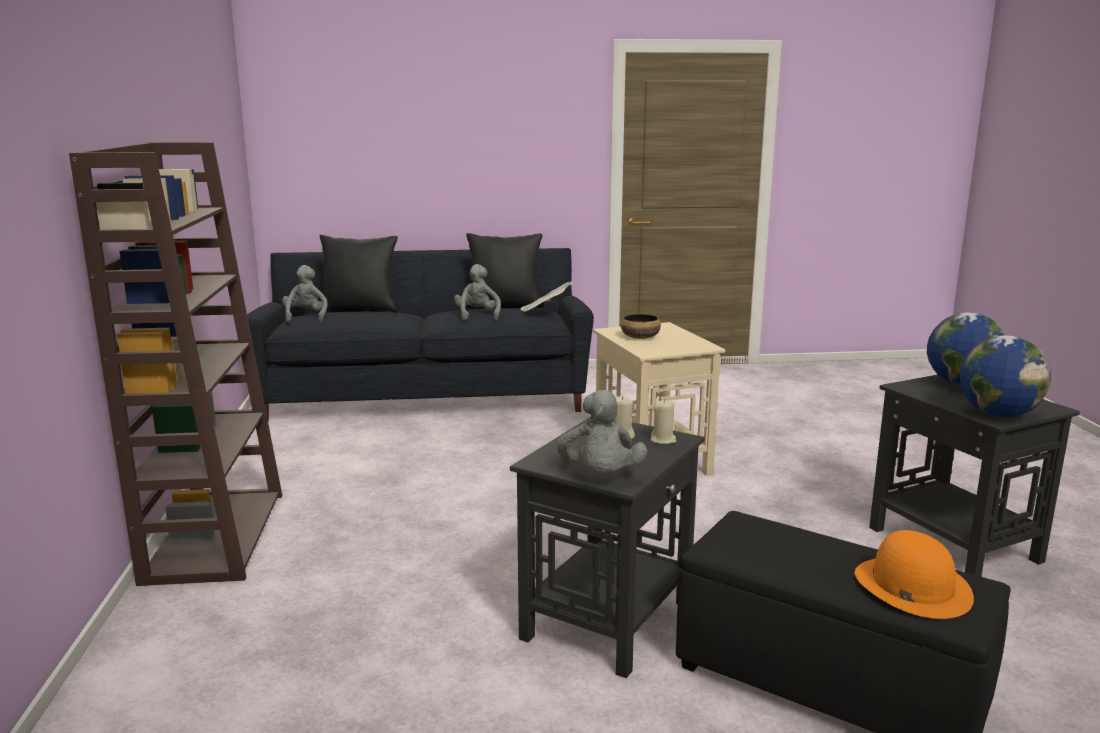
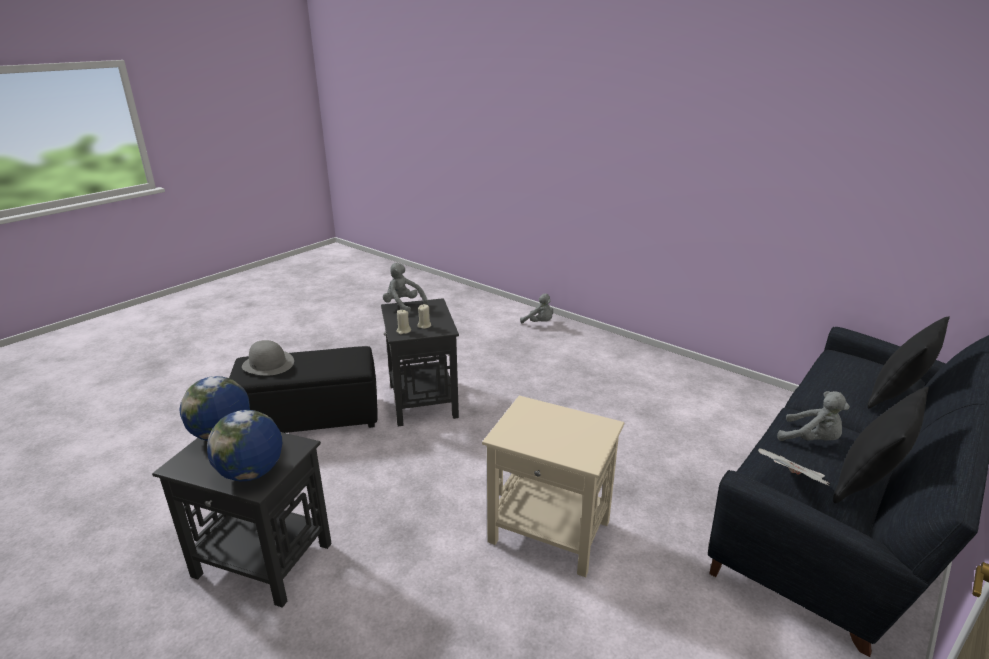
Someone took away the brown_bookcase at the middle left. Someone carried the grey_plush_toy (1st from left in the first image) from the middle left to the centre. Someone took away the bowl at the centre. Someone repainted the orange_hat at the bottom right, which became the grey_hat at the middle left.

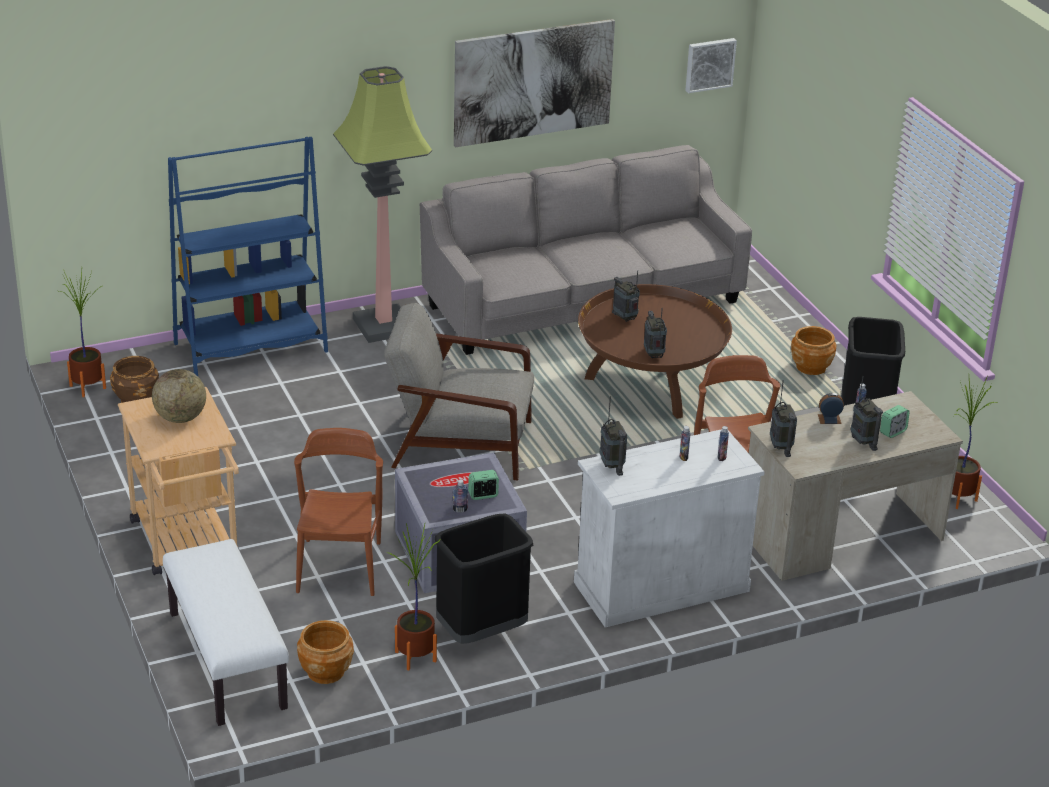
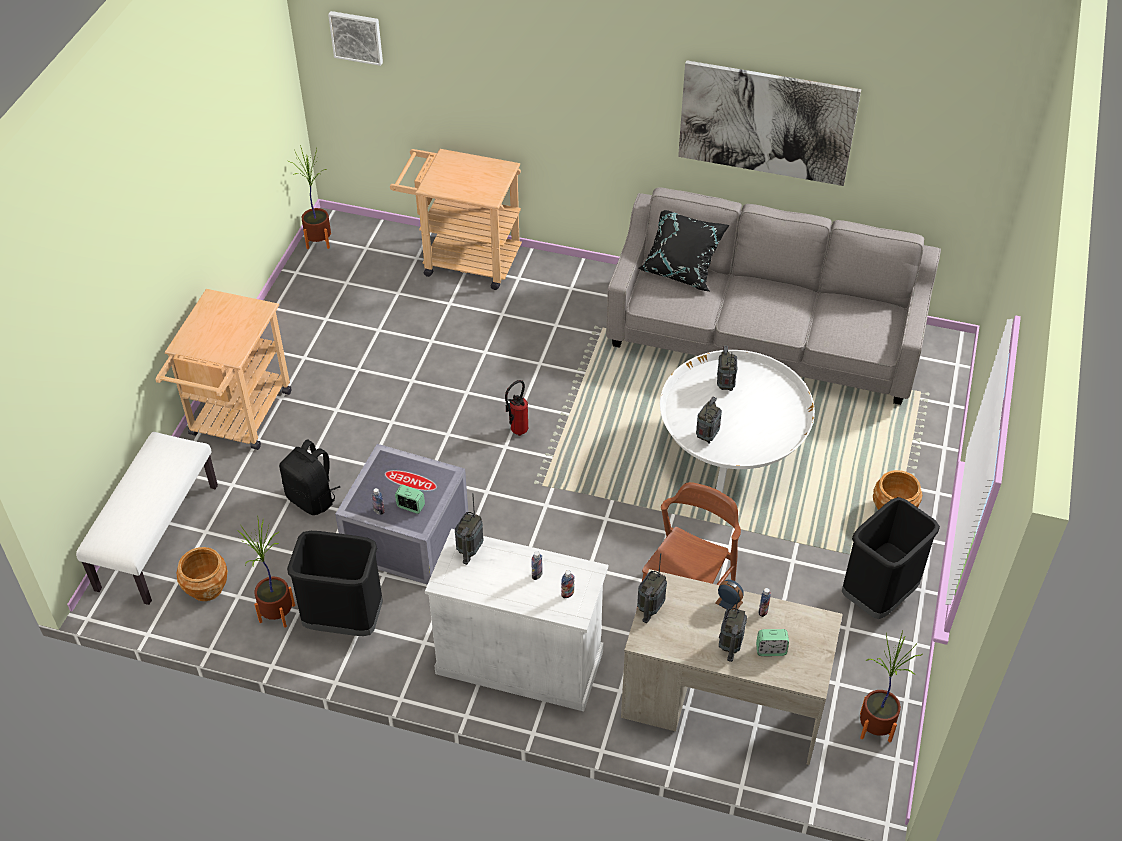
Someone took away the brown_planter (1st from left) at the middle left. Someone took away the globe at the middle left. Someone swapped the blue_bookcase at the top left for the beige_cart (2nd from left) at the top centre. Someone swapped the brown_chair (1st from left) at the middle left for the black_backpack at the middle left. Someone took away the floor_lamp at the top centre. Someone swapped the grey_armchair at the centre for the fire_extinguisher at the centre. Someone repainted the brown_coffee_table at the centre, which became the white_coffee_table at the centre. Someone carried the picture (2nd from left in the first image) from the top right to the top left. Someone put down the black_pillow at the top centre.

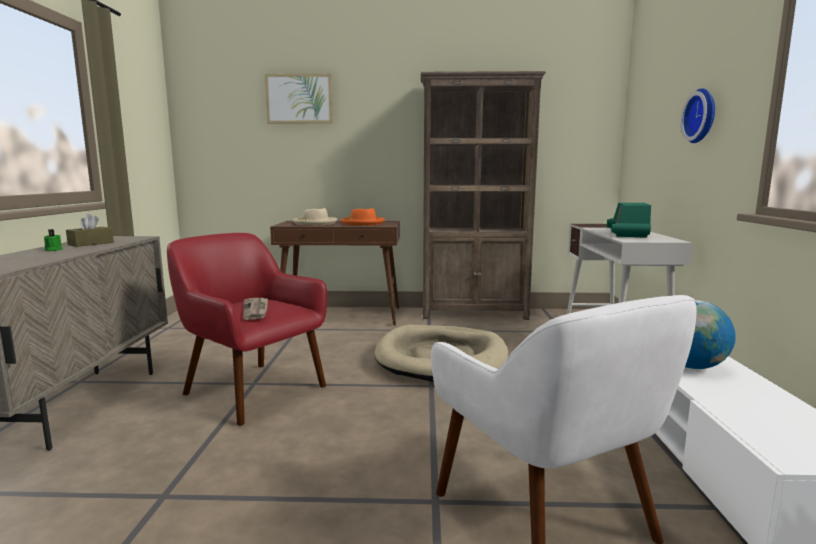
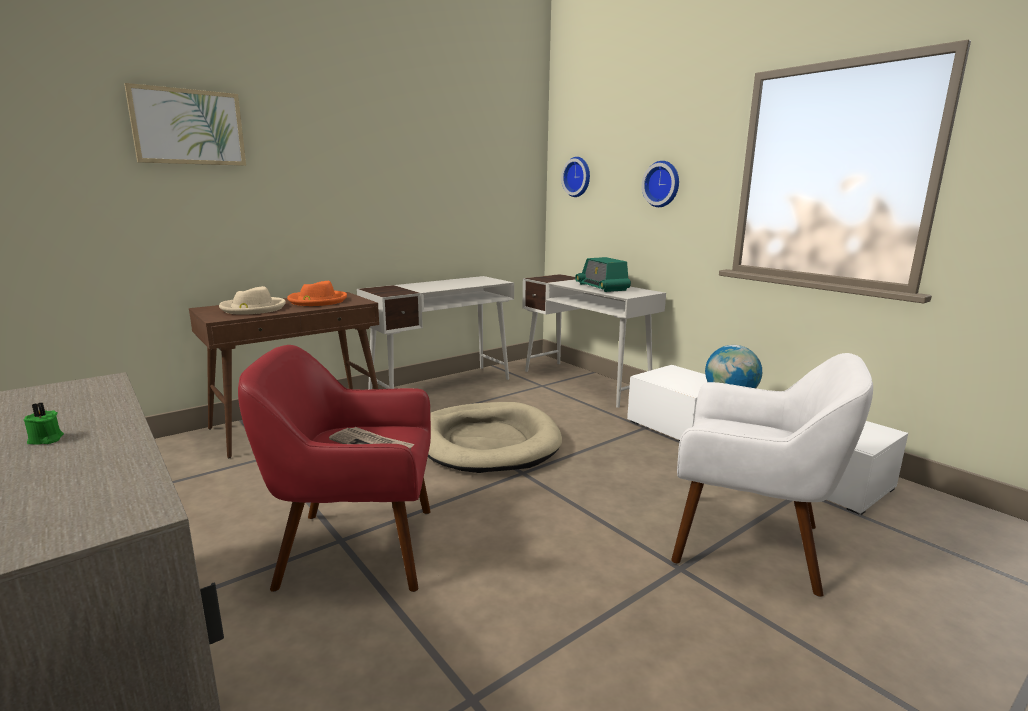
Someone took away the brown_tissue_box at the middle left. Someone swapped the brown_bookcase at the centre for the white_desk (1st from left) at the centre. Someone put up the wall_clock (1st from left) at the top centre.

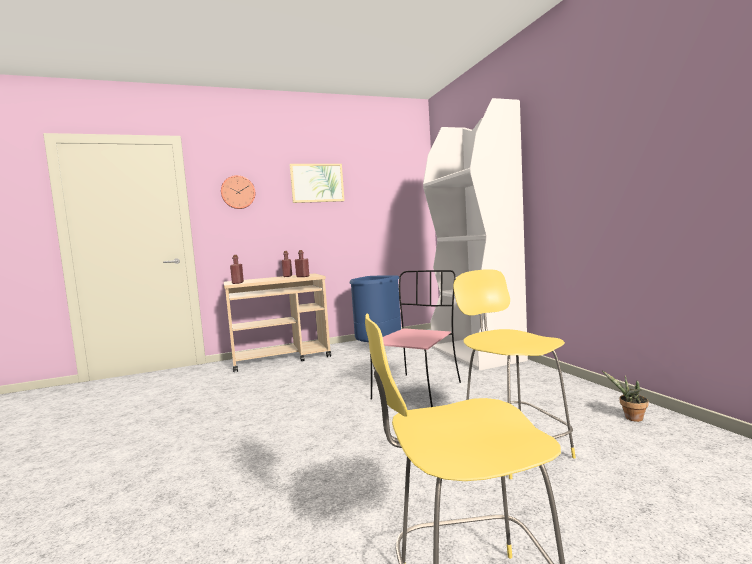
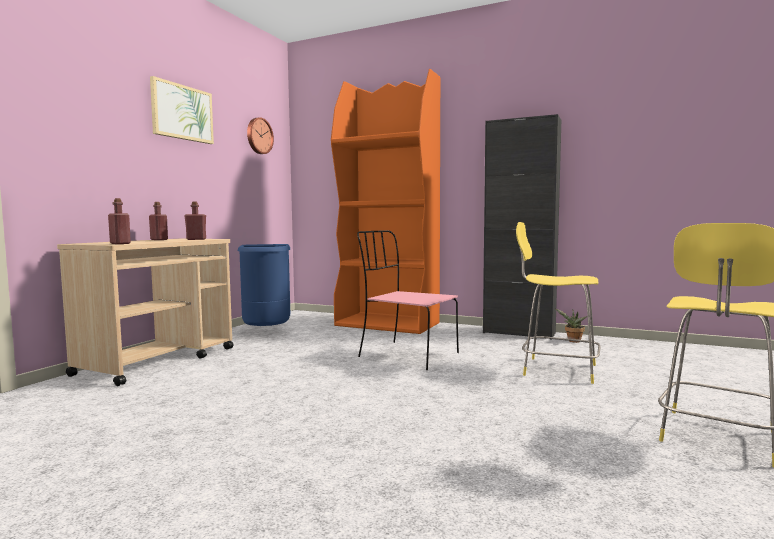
Someone carried the wall_clock from the middle left to the top centre. Someone rotated the pink_chair at the centre by 45 degrees counterclockwise. Someone repainted the white_bookcase at the centre, which became the orange_bookcase at the centre. Someone put down the black_cabinet at the middle right.

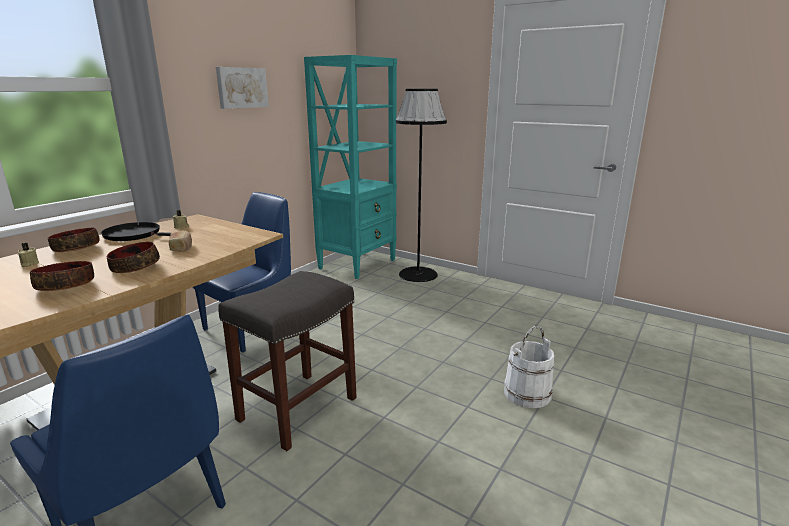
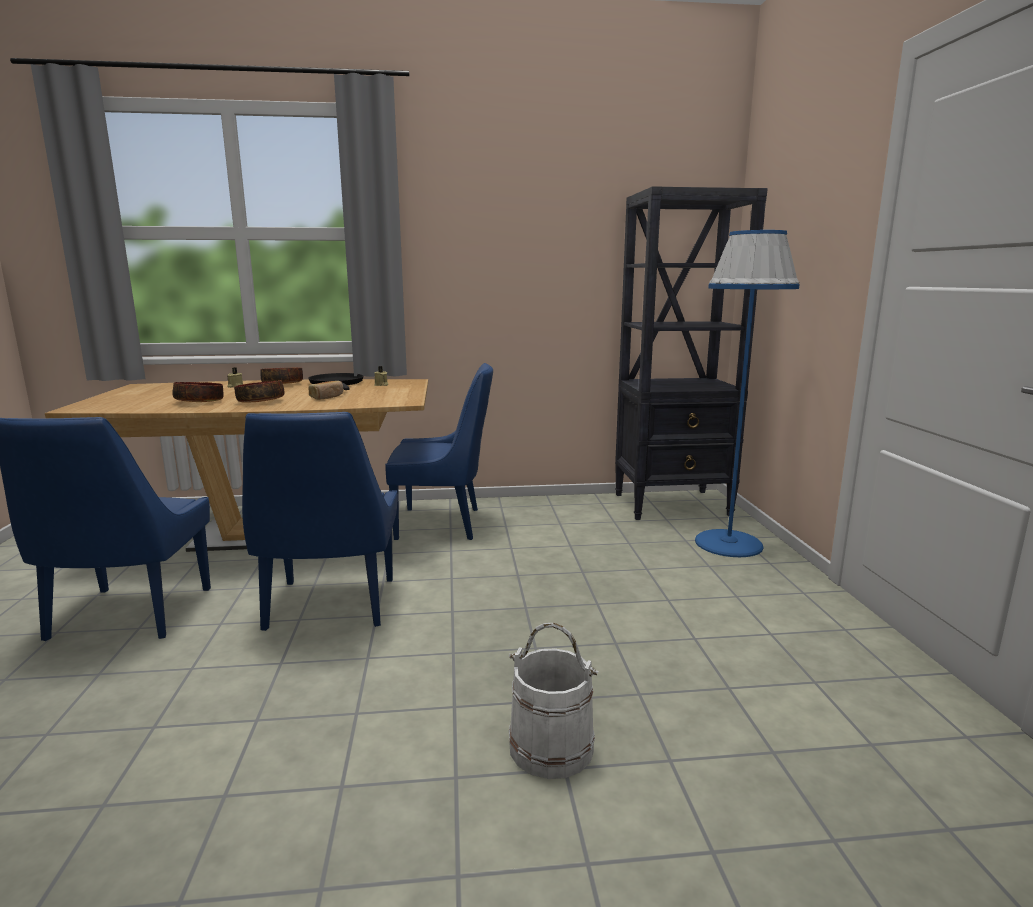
Someone took away the picture at the top left. Someone swapped the grey_stool at the bottom centre for the blue_chair (2nd from left) at the middle left. Someone repainted the turquoise_bookcase at the top centre, which became the black_bookcase at the middle right. Someone repainted the black_floor_lamp at the centre, which became the blue_floor_lamp at the middle right.

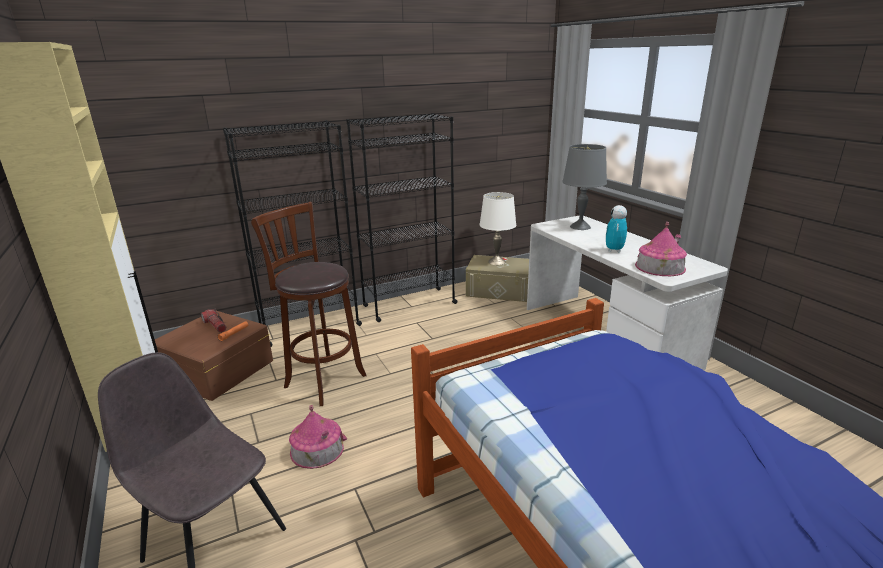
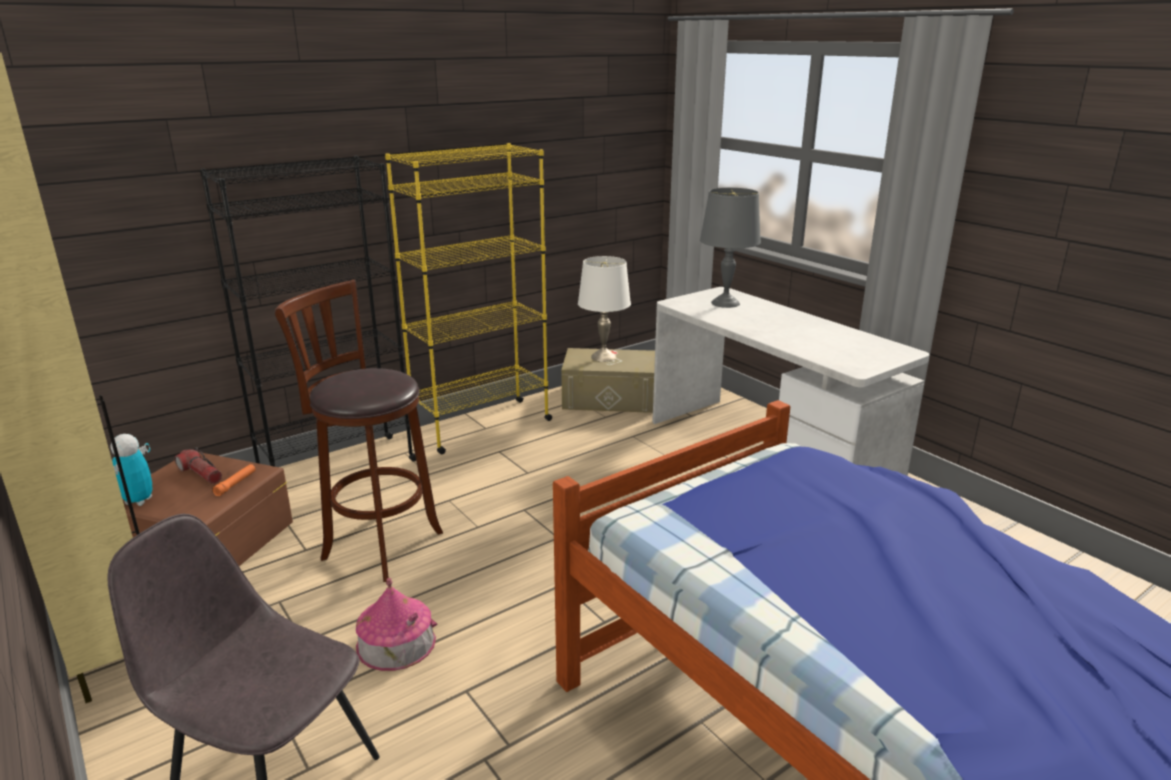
Someone repainted the black_bookcase (2nd from left) at the centre, which became the yellow_bookcase at the centre. Someone carried the toy_robot from the middle right to the middle left. Someone took away the toy_house (2nd from left) at the middle right.

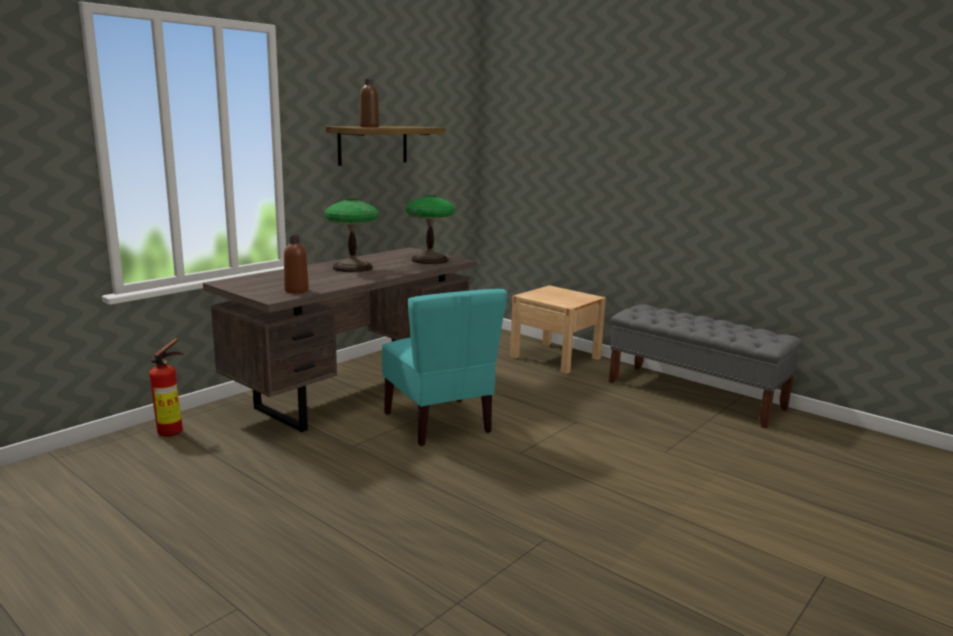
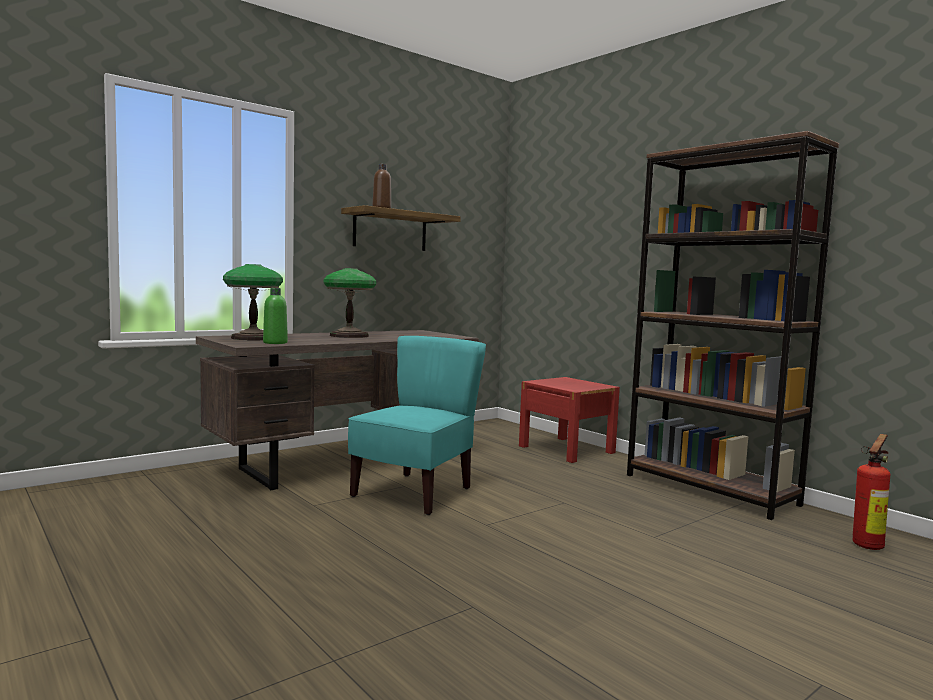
Someone carried the fire_extinguisher from the middle left to the bottom right. Someone repainted the brown_bottle (1st from left) at the middle left, which became the green_bottle at the middle left. Someone rotated the turquoise_chair at the centre by 135 degrees counterclockwise. Someone carried the table_lamp (2nd from left in the first image) from the centre to the middle left. Someone repainted the beige_nightstand at the centre, which became the red_nightstand at the centre. Someone swapped the grey_bench at the middle right for the brown_bookcase at the middle right.

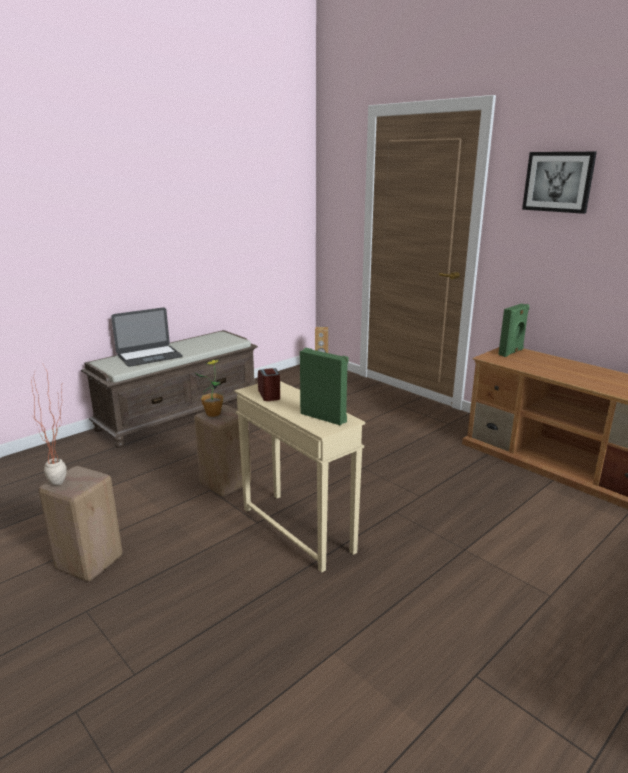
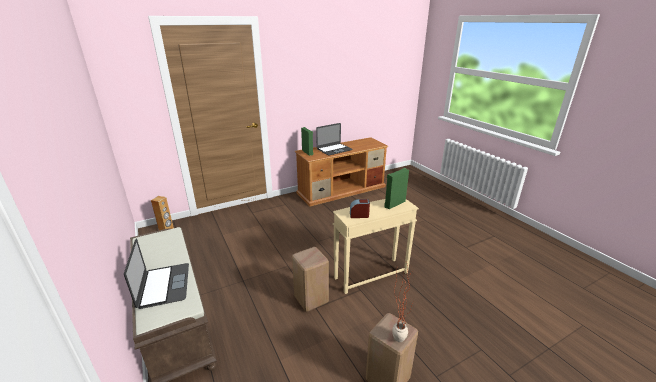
Someone took away the potted_plant (2nd from left) at the middle left. Someone took away the picture at the top right. Someone put down the laptop (2nd from left) at the centre.

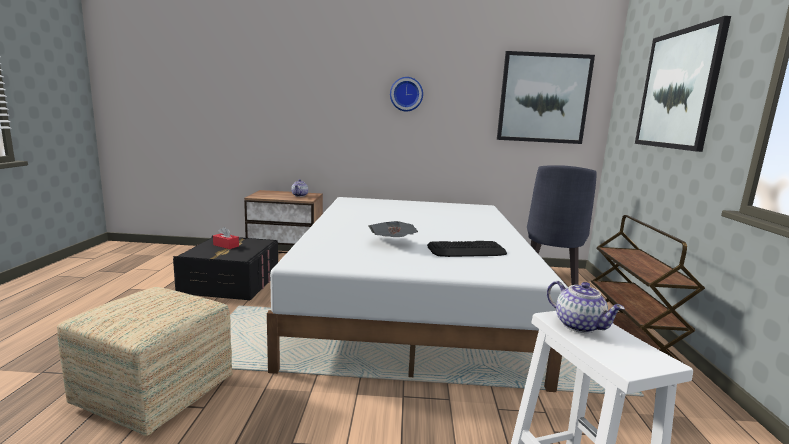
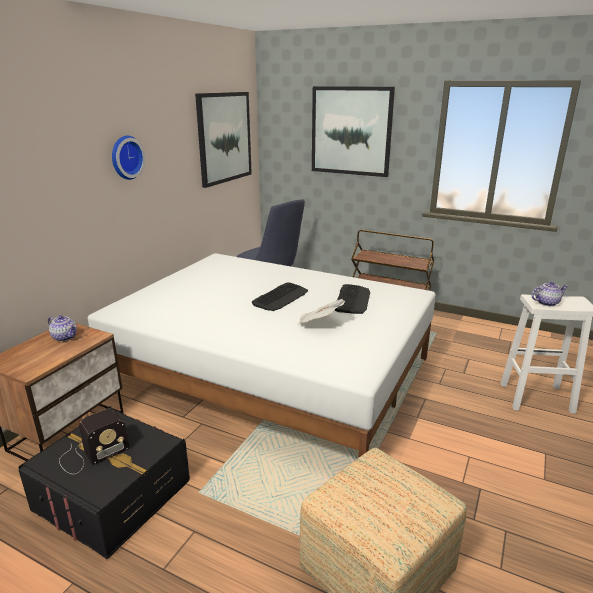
Someone swapped the red_tissue_box at the middle left for the radio at the bottom left. Someone put down the keyboard (1st from left) at the centre.

